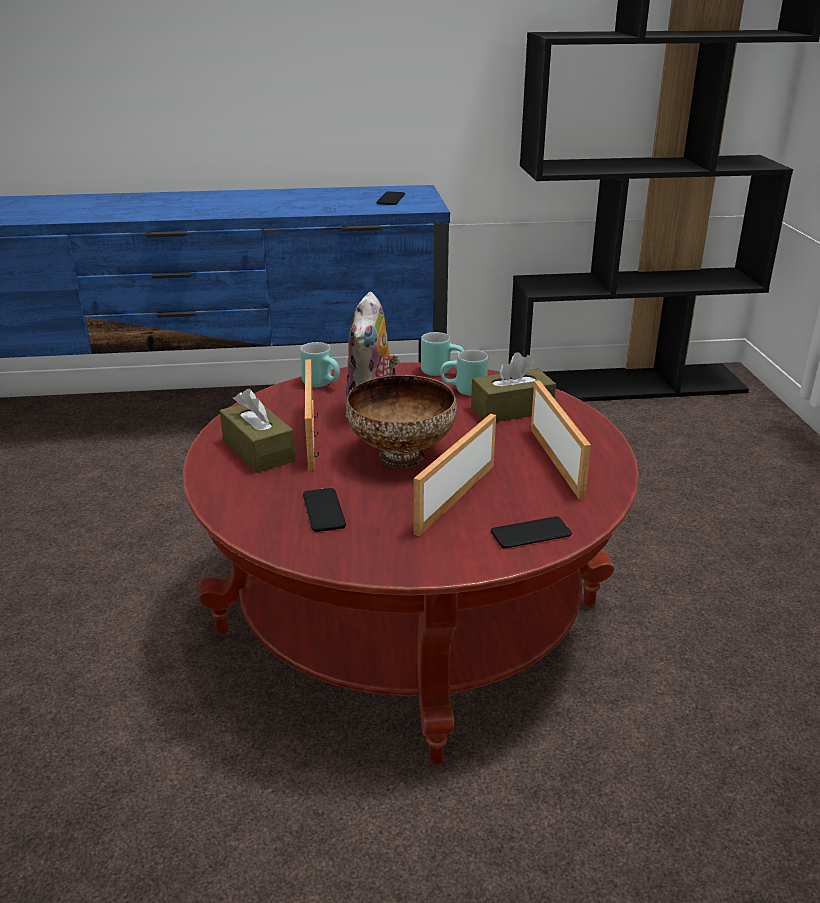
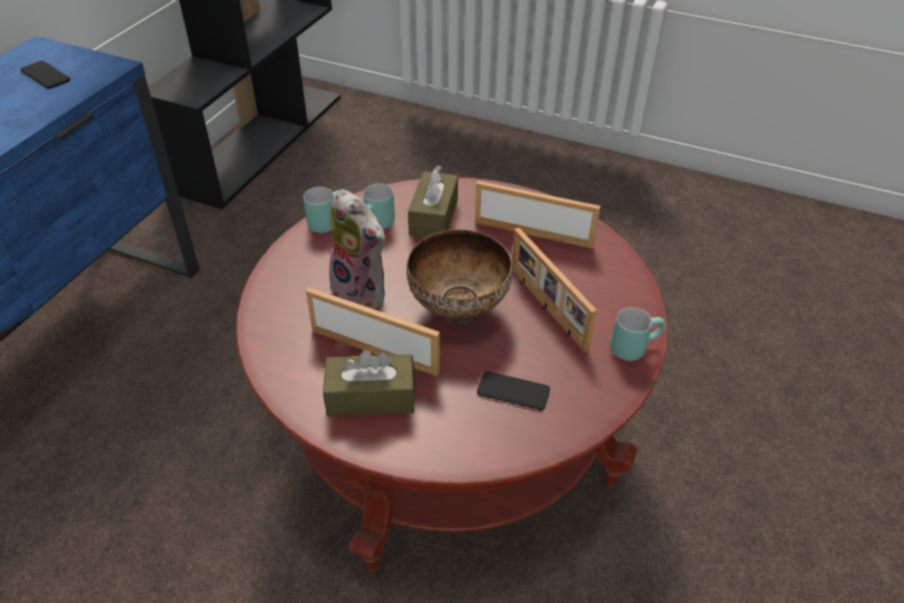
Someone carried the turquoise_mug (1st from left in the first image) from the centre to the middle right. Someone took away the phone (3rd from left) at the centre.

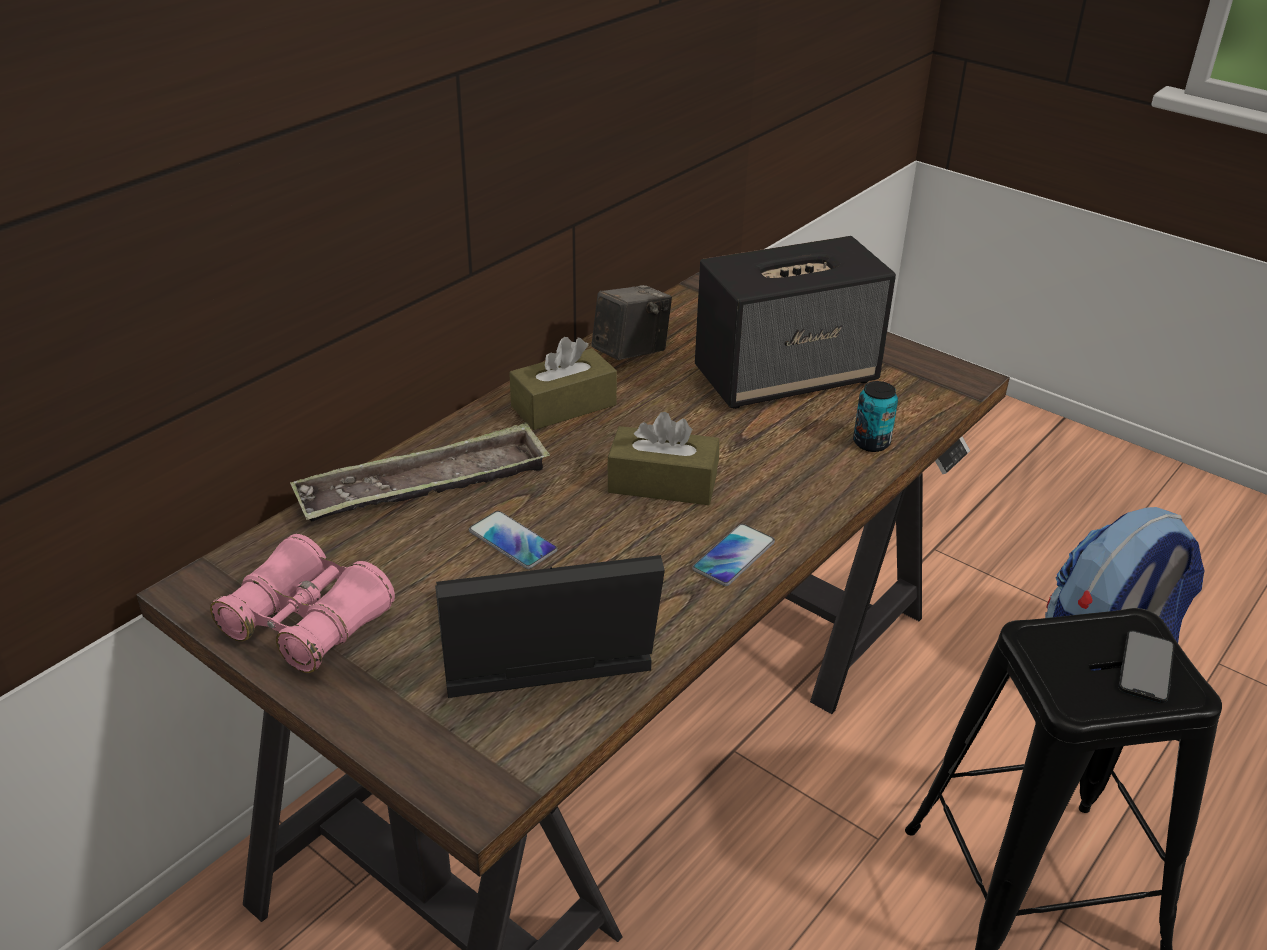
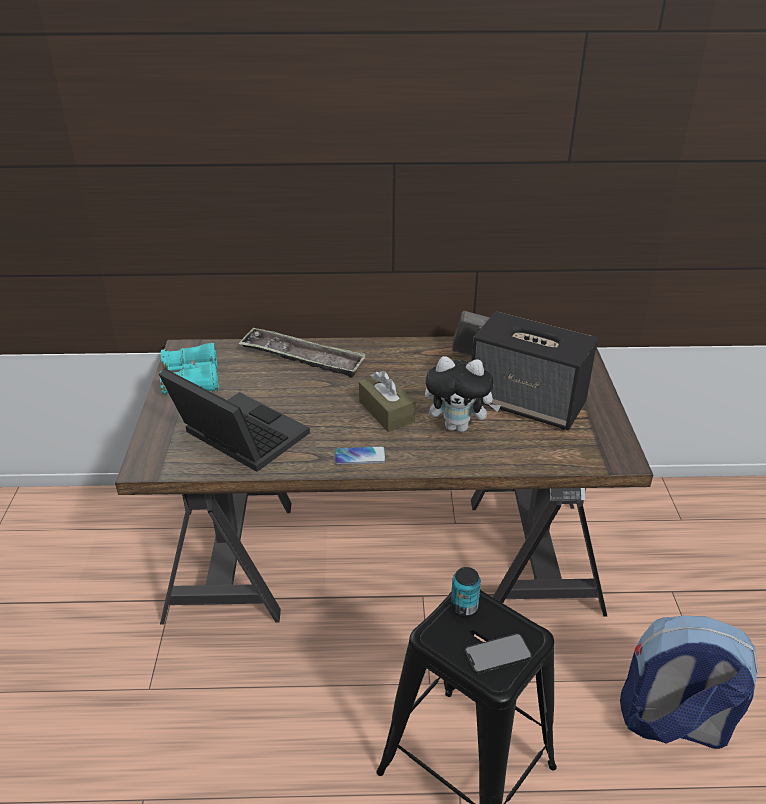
Someone repainted the pink_binoculars at the middle left, which became the turquoise_binoculars at the middle left. Someone took away the phone (1st from left) at the centre. Someone took away the brown_tissue_box (1st from left) at the centre. Someone carried the can from the middle right to the bottom centre. Someone put down the plush_toy at the centre.

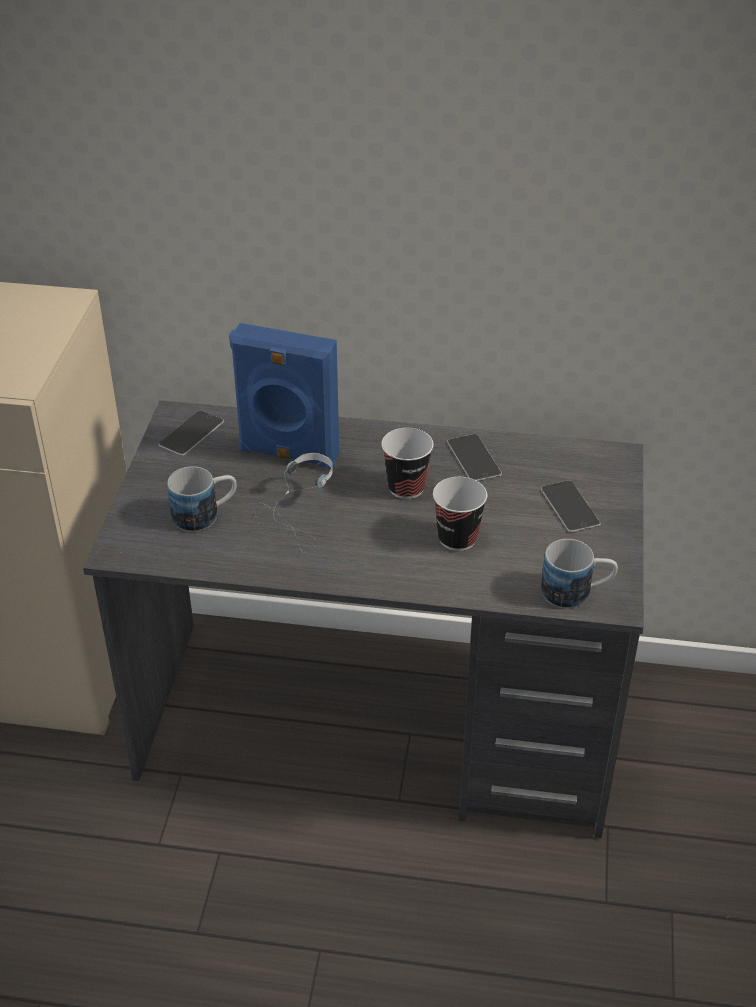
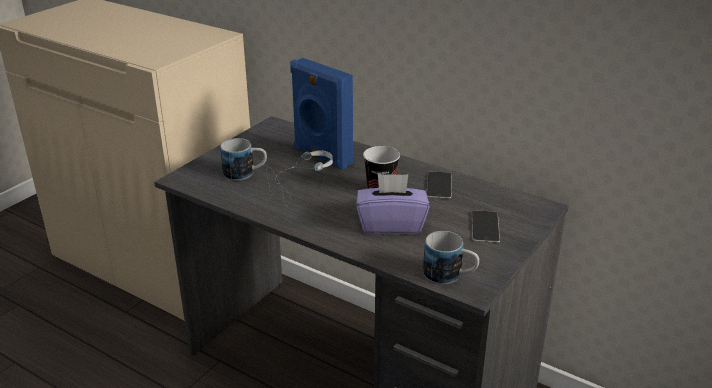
Someone took away the phone (1st from left) at the middle left. Someone swapped the cup (2nd from left) at the centre for the purple_tissue_box at the centre.

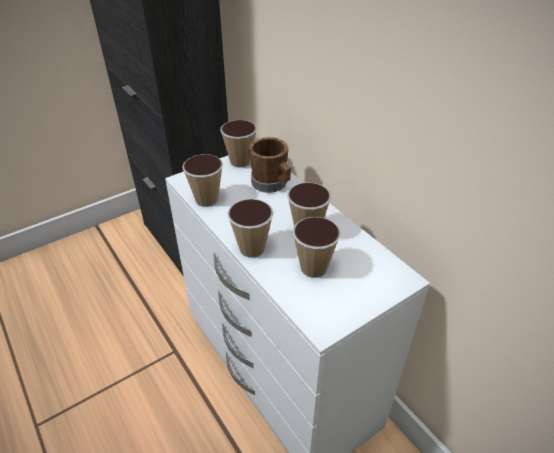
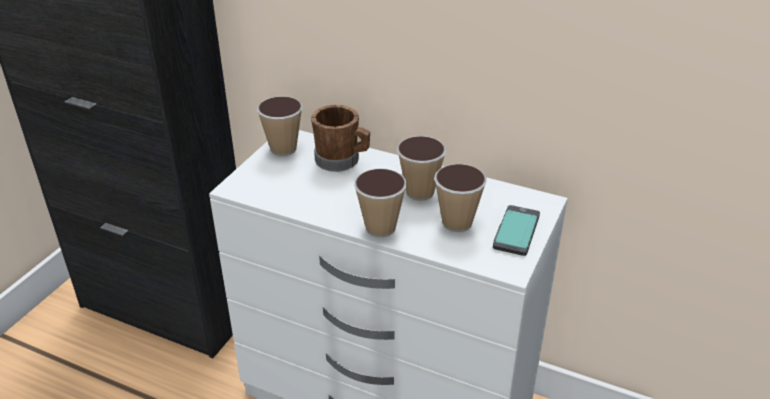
Someone took away the cup (1st from left) at the centre. Someone put down the phone at the middle right.

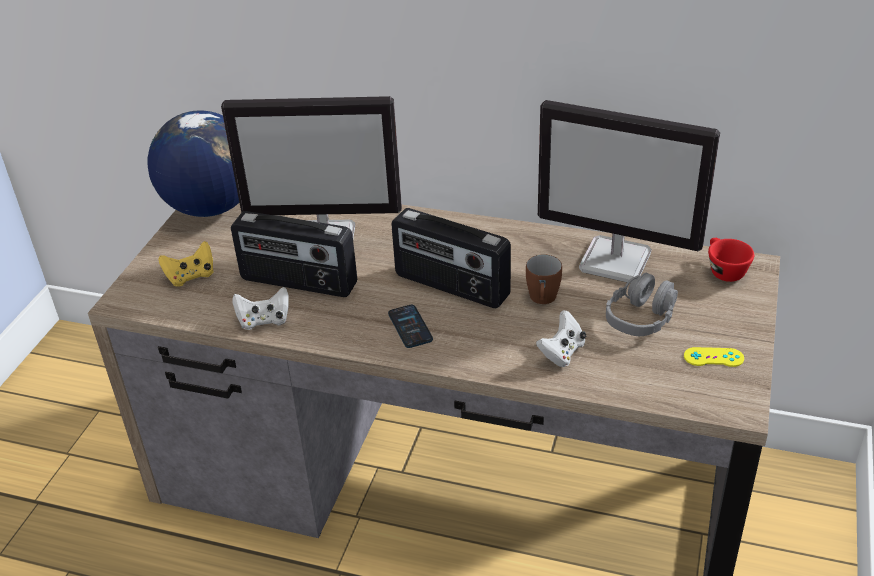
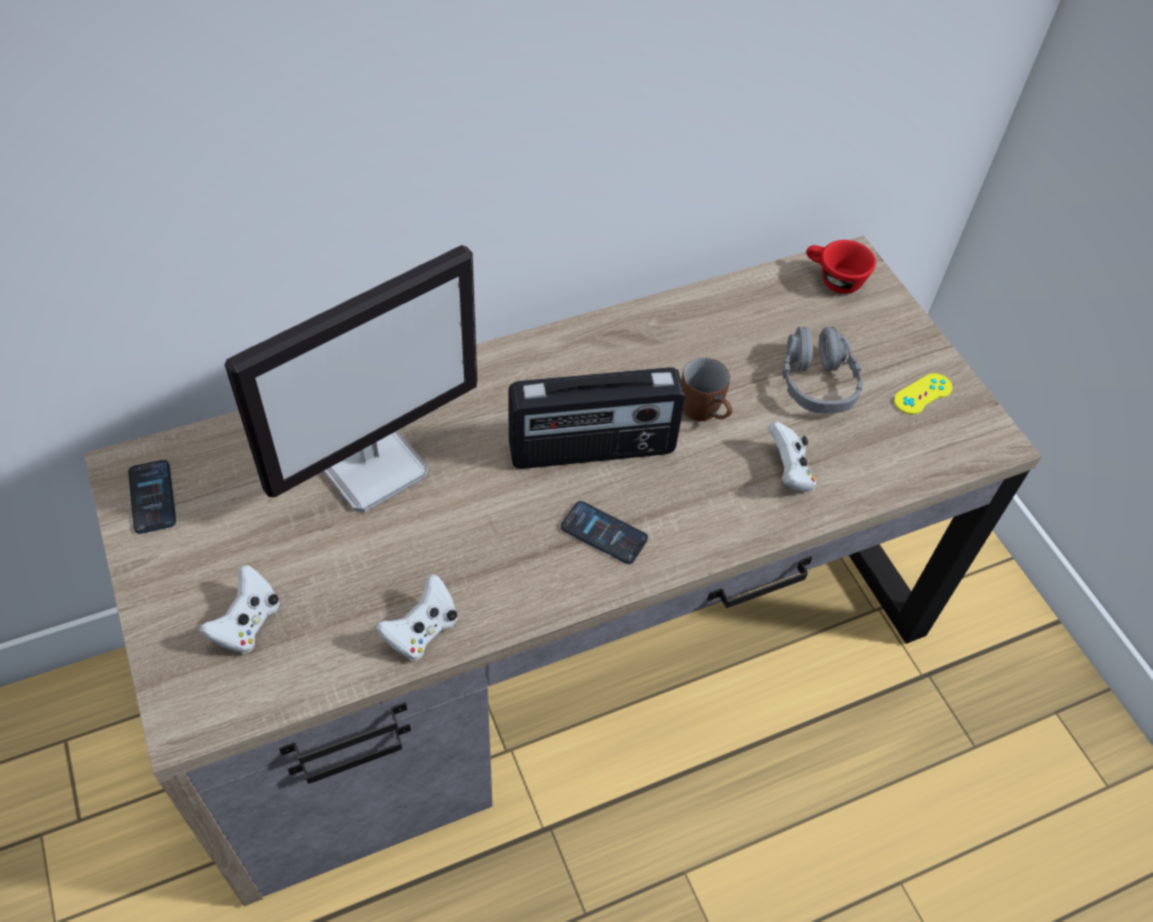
Someone swapped the globe at the top left for the phone (1st from left) at the middle left. Someone repainted the yellow_game_controller (1st from left) at the middle left, which became the white_game_controller (1st from left) at the middle left. Someone took away the radio (1st from left) at the centre. Someone took away the monitor (2nd from left) at the top right.

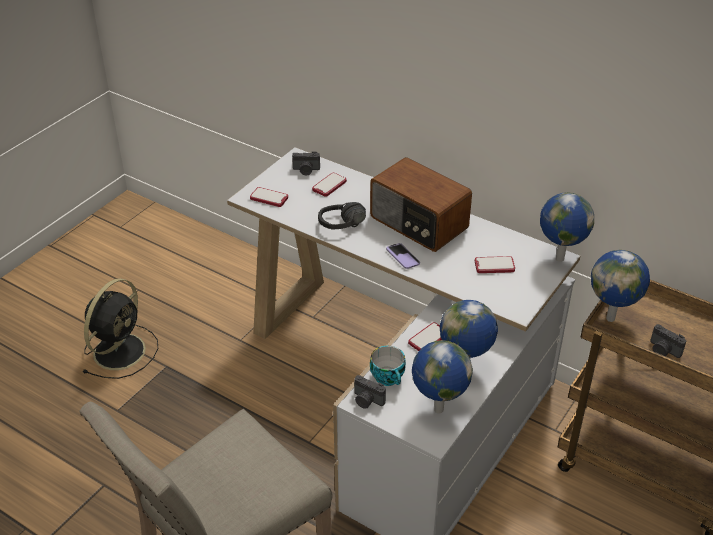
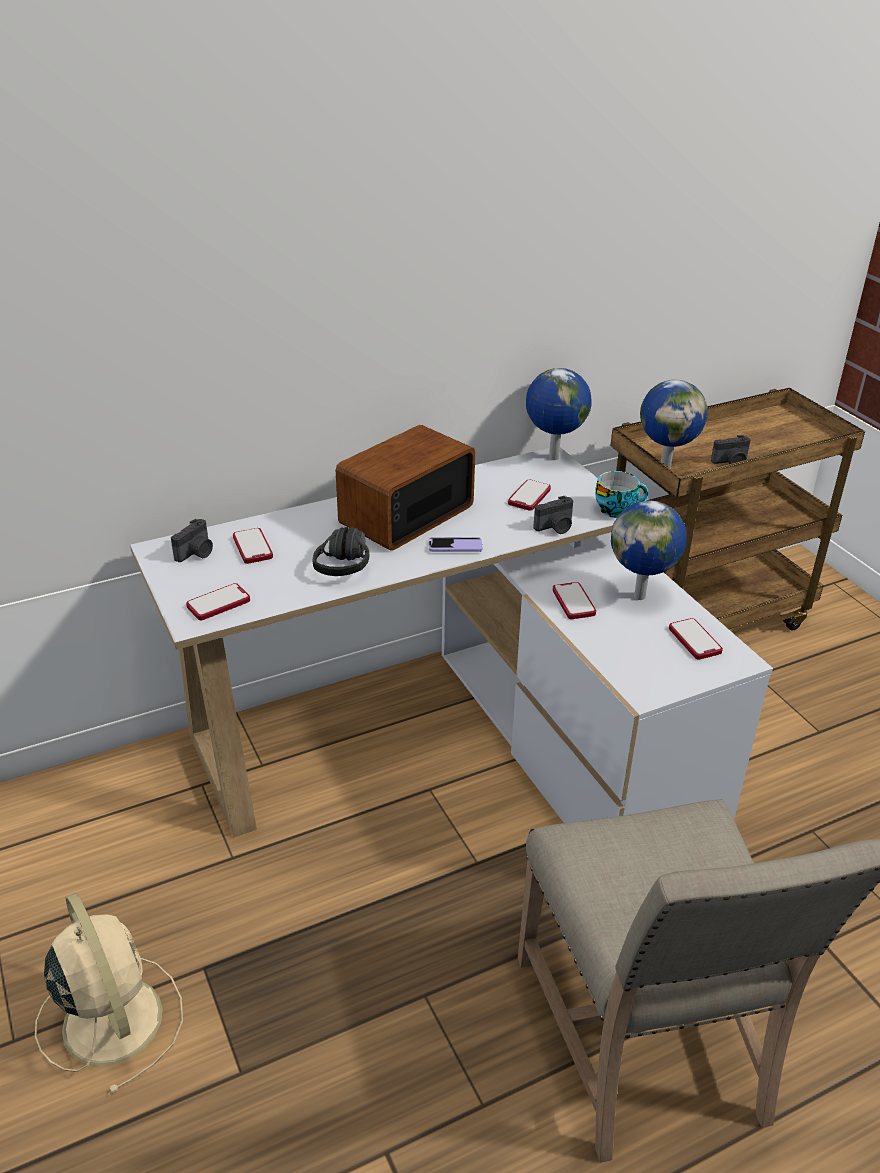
Someone repainted the black_fan at the middle left, which became the beige_fan at the bottom left. Someone carried the photo_camera (2nd from left) from the bottom centre to the centre. Someone rotated the radio at the centre by 150 degrees clockwise. Someone carried the cup from the bottom centre to the middle right. Someone swapped the globe (1st from left) at the bottom centre for the phone (6th from left) at the middle right.

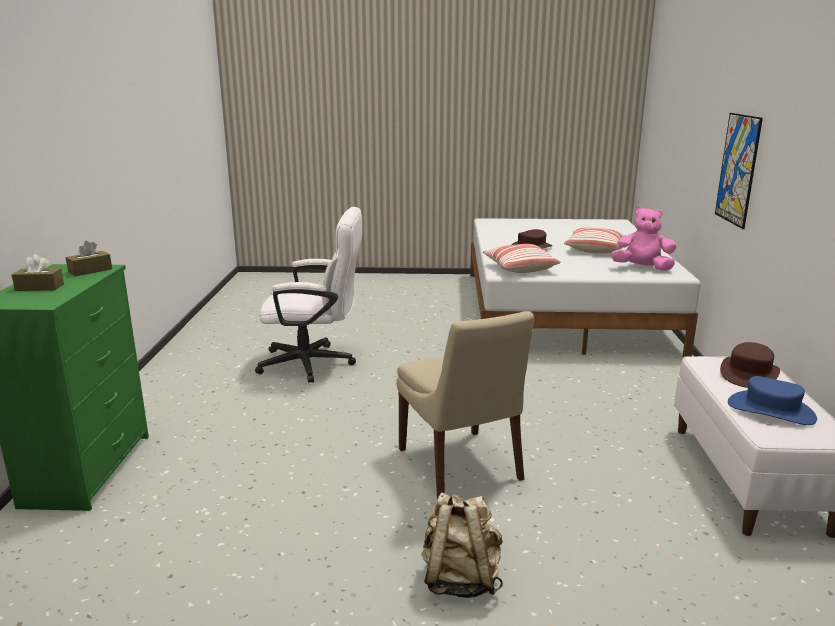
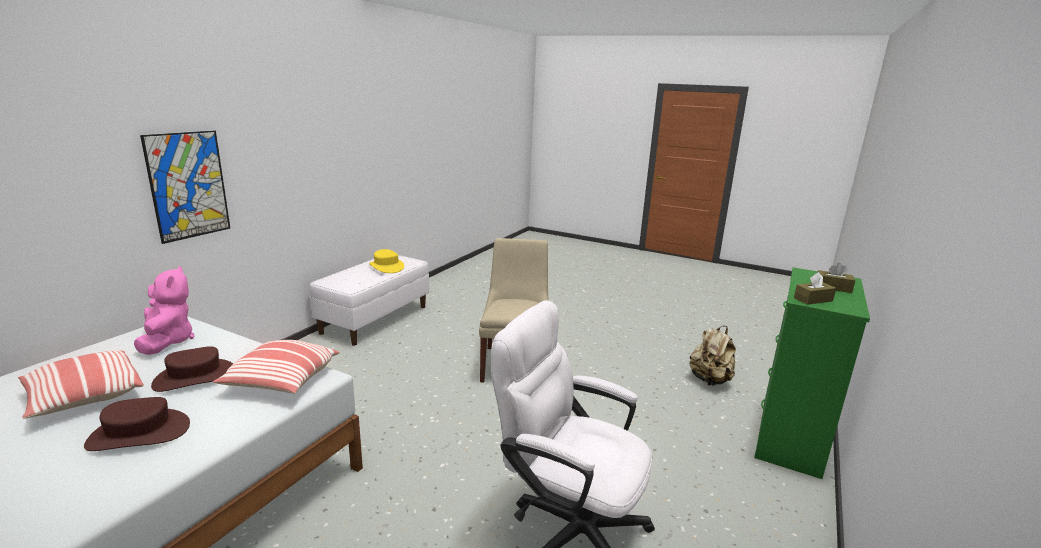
Someone carried the beige_backpack from the bottom centre to the middle right. Someone rotated the pink_plush_toy at the middle right by 150 degrees counterclockwise. Someone carried the brown_hat (2nd from left) from the middle right to the bottom left. Someone repainted the blue_hat at the middle right, which became the yellow_hat at the centre.

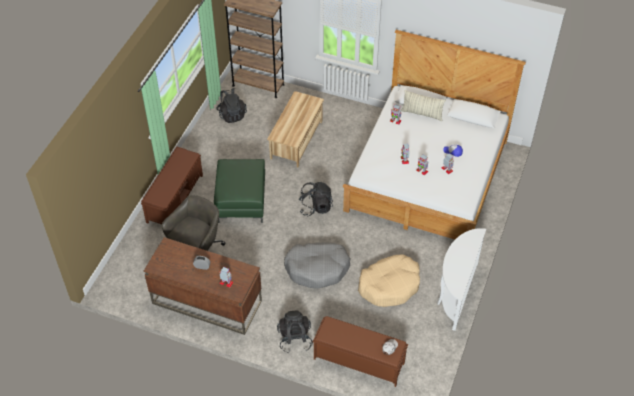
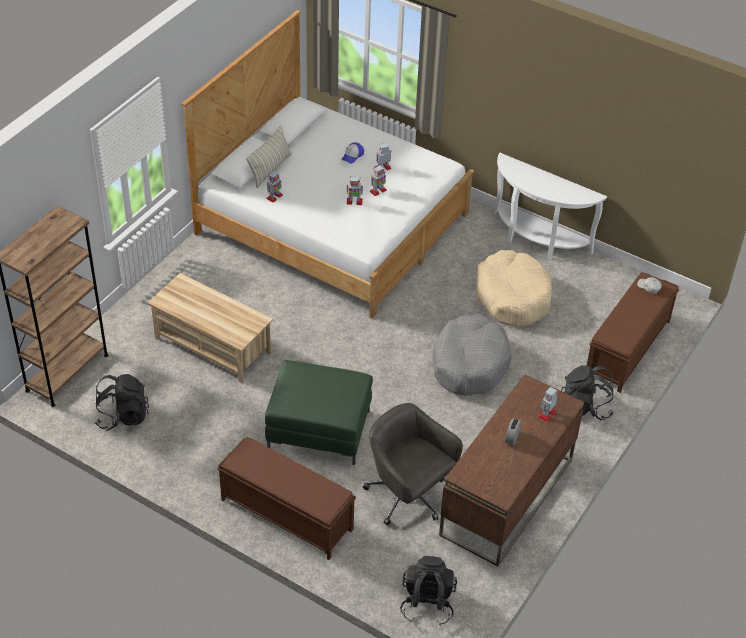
Someone carried the black_backpack (3rd from left in the first image) from the centre to the bottom centre.

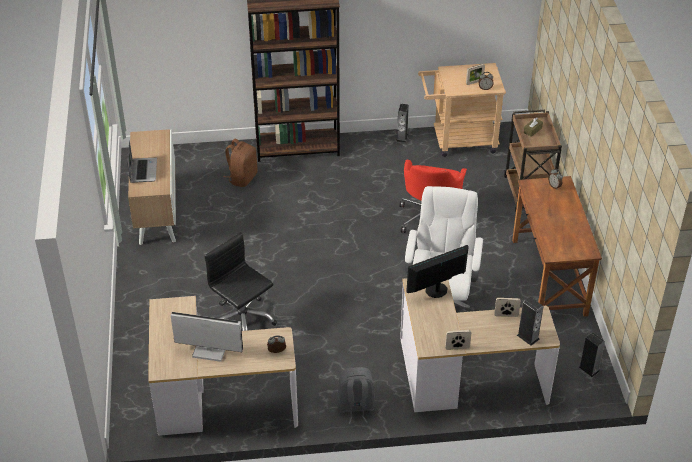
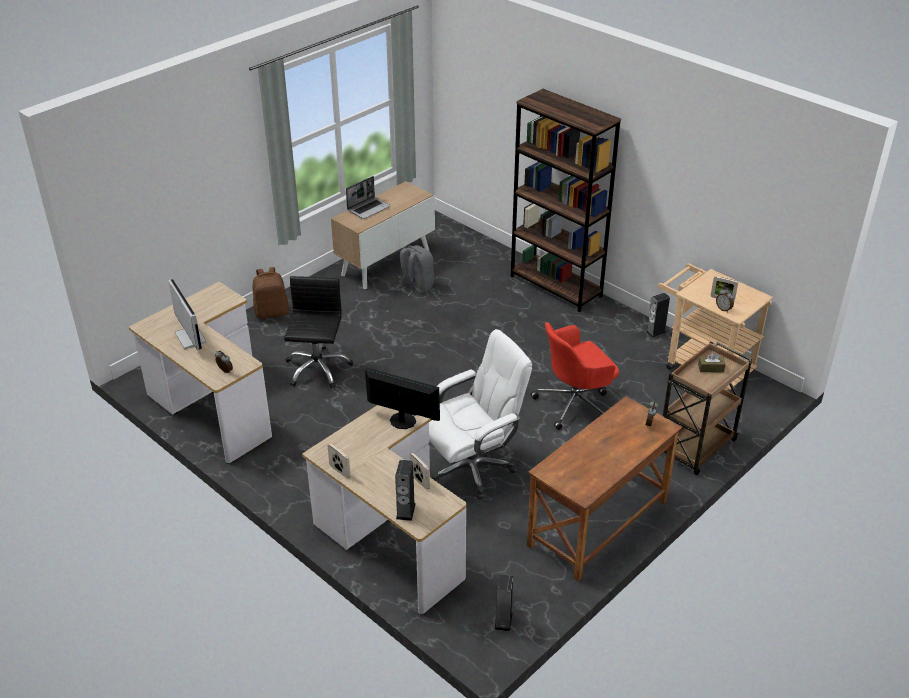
Someone carried the brown_backpack from the centre to the middle left. Someone carried the grey_backpack from the bottom centre to the centre.

